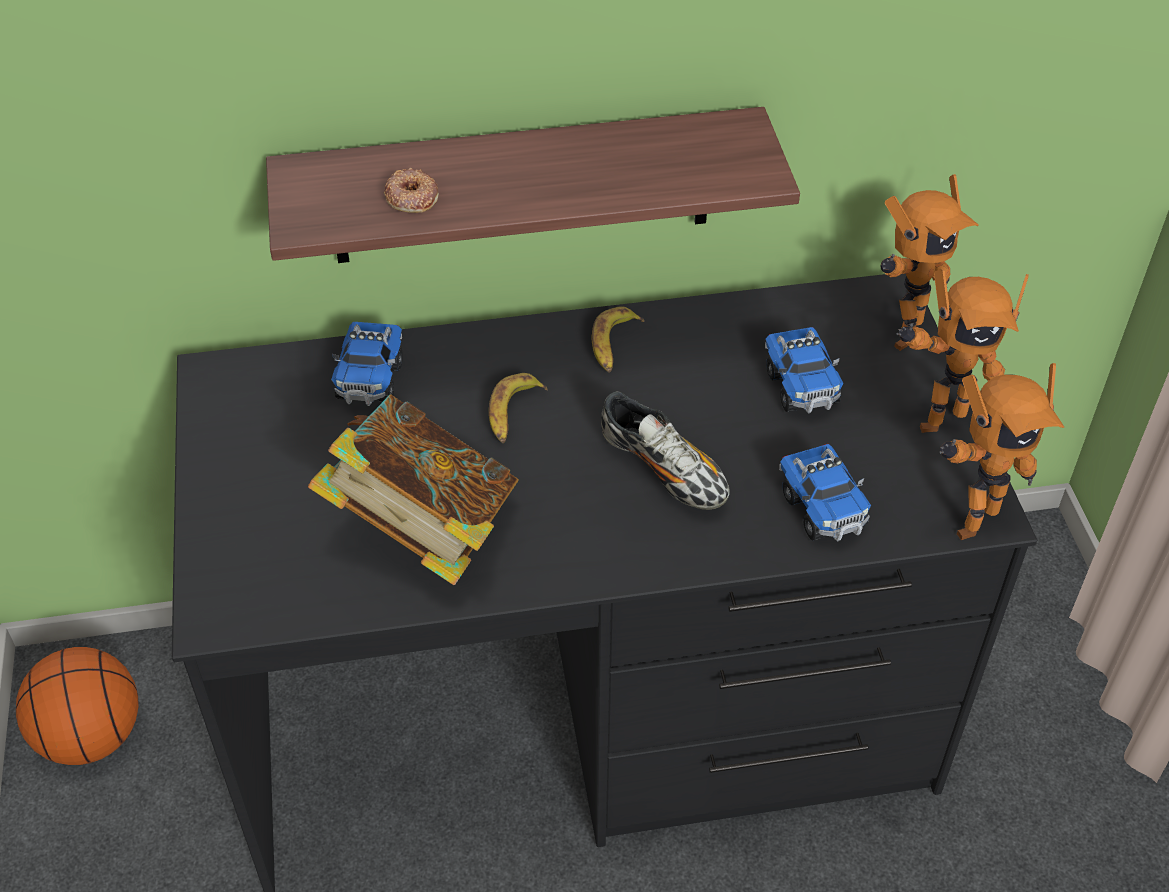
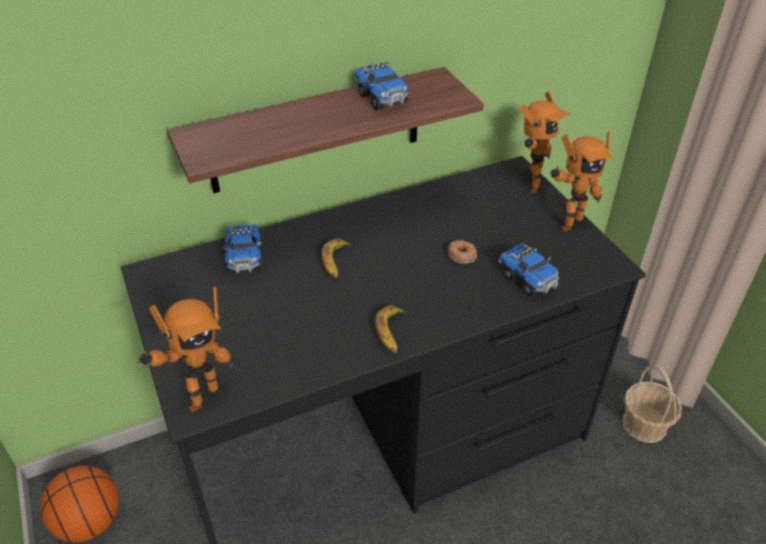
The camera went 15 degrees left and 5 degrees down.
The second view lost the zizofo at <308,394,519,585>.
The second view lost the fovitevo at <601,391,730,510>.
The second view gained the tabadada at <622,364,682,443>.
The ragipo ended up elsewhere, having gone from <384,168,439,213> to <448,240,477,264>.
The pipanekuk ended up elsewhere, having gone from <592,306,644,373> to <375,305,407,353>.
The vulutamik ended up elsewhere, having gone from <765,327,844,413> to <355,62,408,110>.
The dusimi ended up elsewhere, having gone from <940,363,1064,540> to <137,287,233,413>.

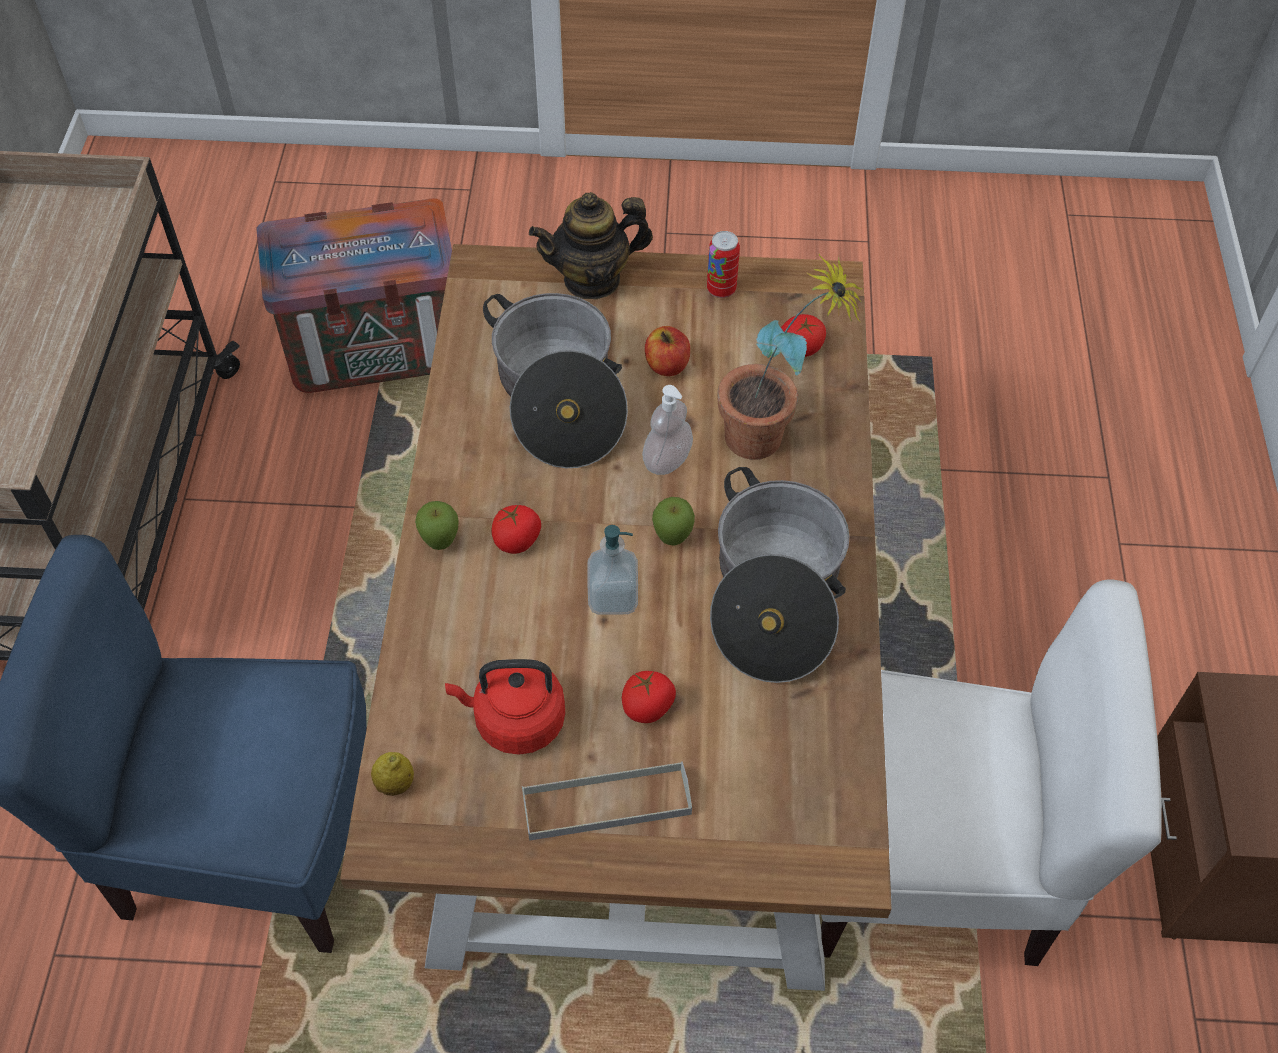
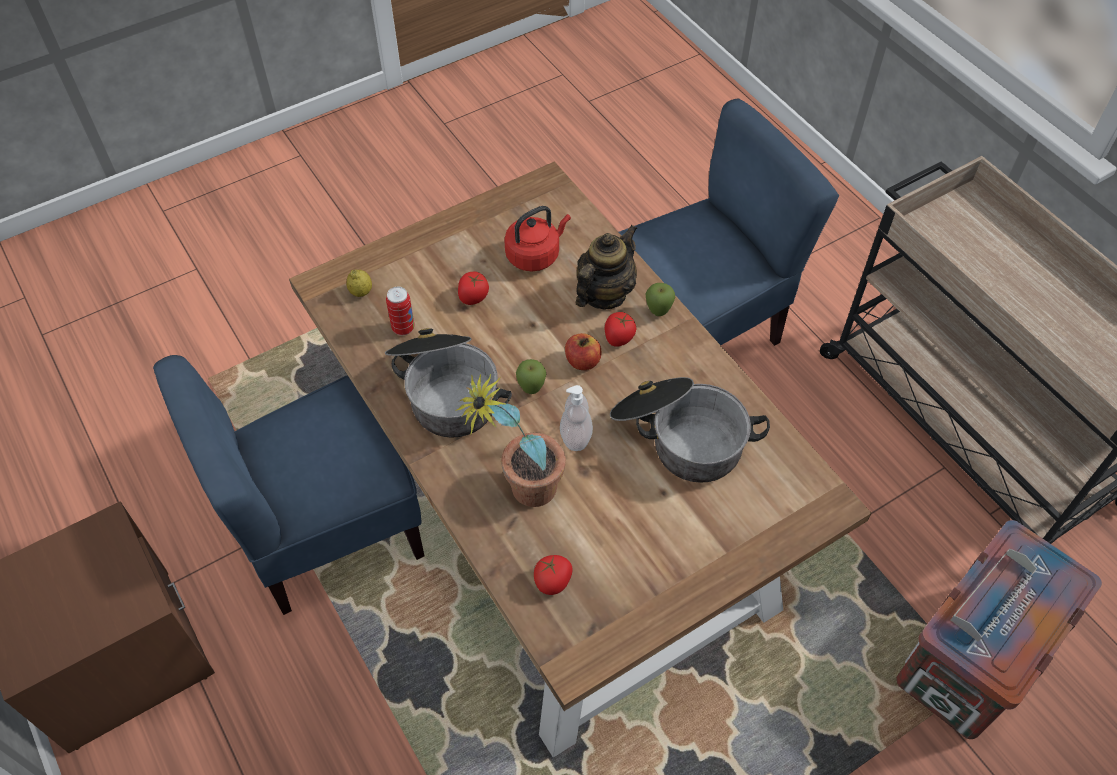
The camera went 145 degrees right and 0 degrees up.
The second view lost the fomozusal at <587,525,638,615>.
The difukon ended up elsewhere, having gone from <371,752,414,796> to <346,270,372,297>.
The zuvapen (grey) ended up elsewhere, having gone from <522,761,692,841> to <951,548,1037,642>.
The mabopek ended up elsewhere, having gone from <529,192,653,299> to <575,225,637,310>.
The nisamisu ended up elsewhere, having gone from <645,326,690,376> to <565,333,602,370>.
The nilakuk ended up elsewhere, having gone from <707,231,740,298> to <386,287,415,335>.
What was the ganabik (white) at <821,579,1162,966> turned into the ganabik (blue) at <153,355,424,615>.

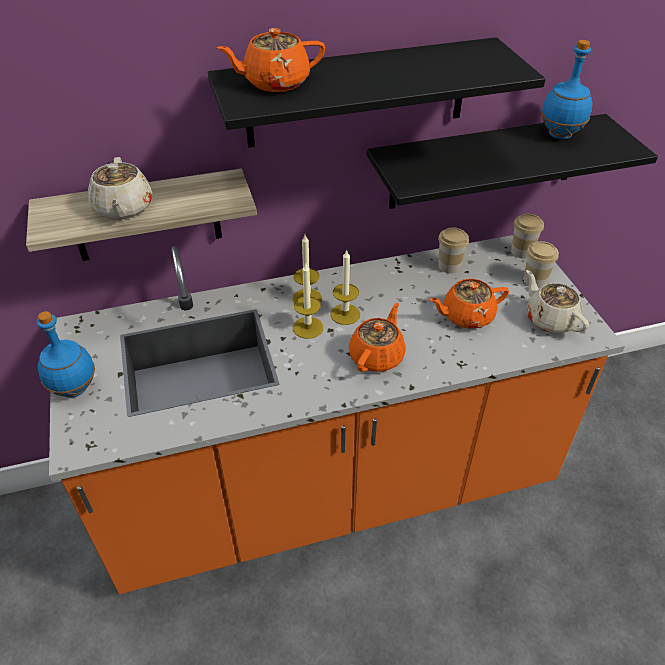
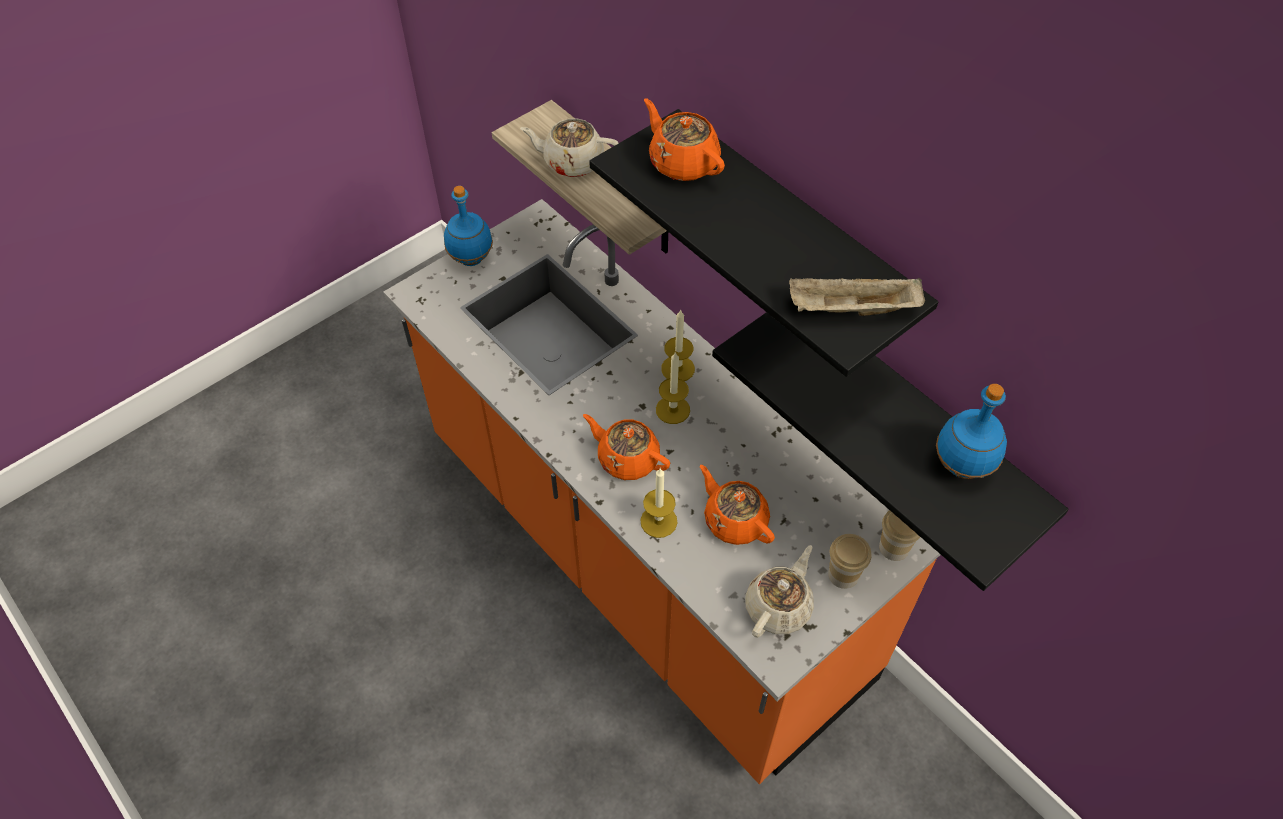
The camera went 65 degrees right and 10 degrees up.
The second view lost the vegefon at <438,227,469,274>.
The second view gained the zuvapen (beige) at <789,278,925,316>.
The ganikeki ended up elsewhere, having gone from <293,263,323,339> to <640,468,677,538>.
The mabopek (beige) at <88,157,153,220> ended up facing another way, 45 degrees clockwise from before.
The mabopek (orange) at <349,302,406,372> ended up facing another way, 150 degrees counterclockwise from before.

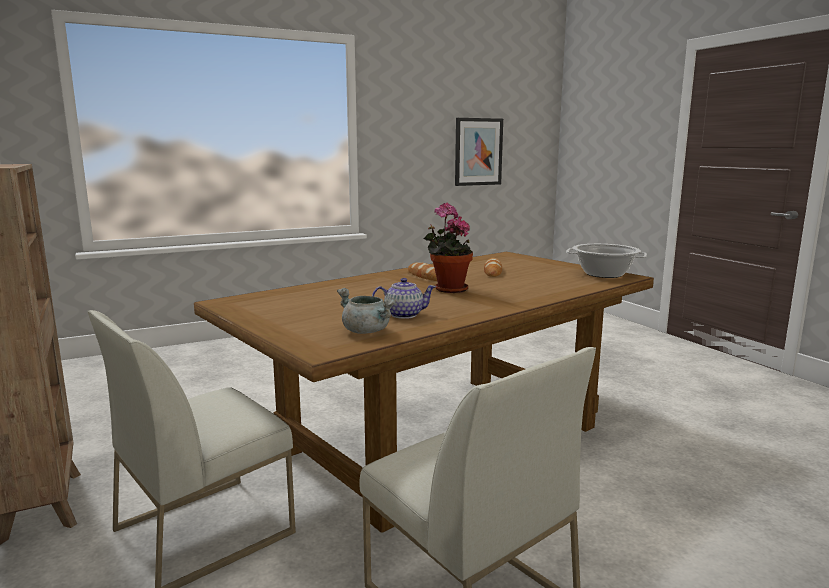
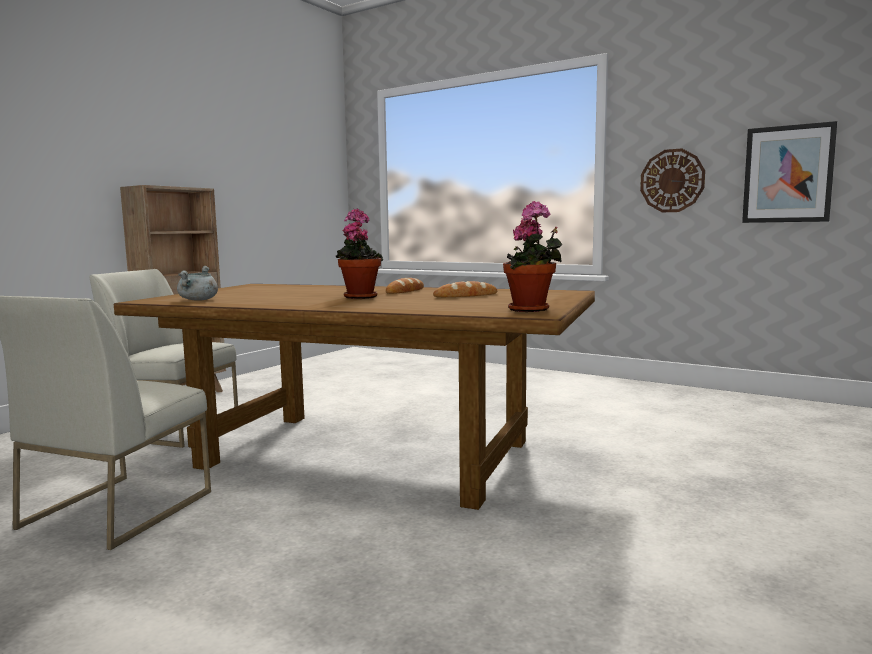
The camera went 60 degrees right and 5 degrees down.
The second view lost the mabopek at <372,278,436,319>.
The second view gained the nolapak at <640,148,705,212>.
Where the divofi stood at <566,244,647,278>, the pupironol came to stand at <503,201,562,312>.

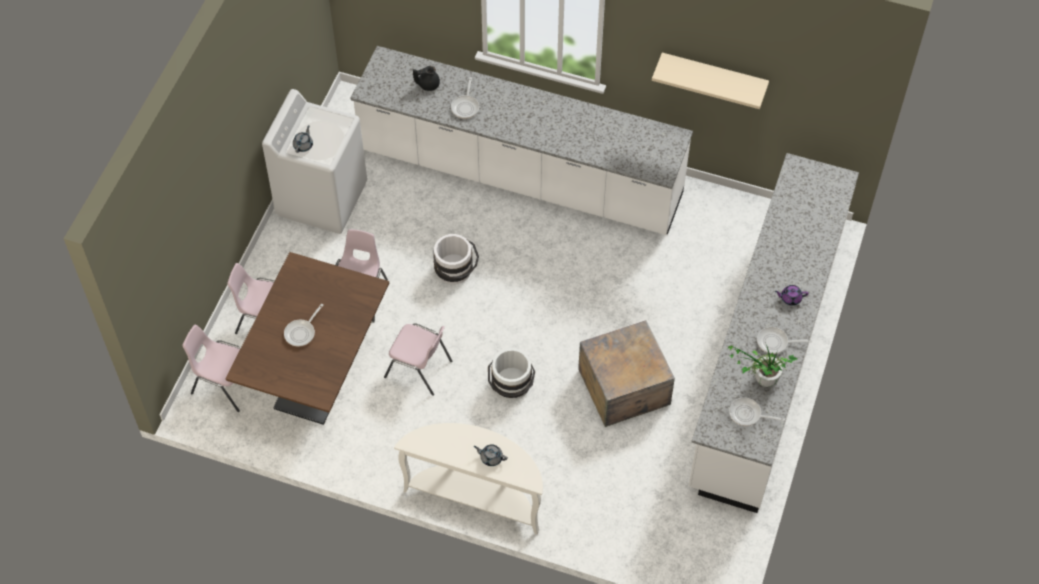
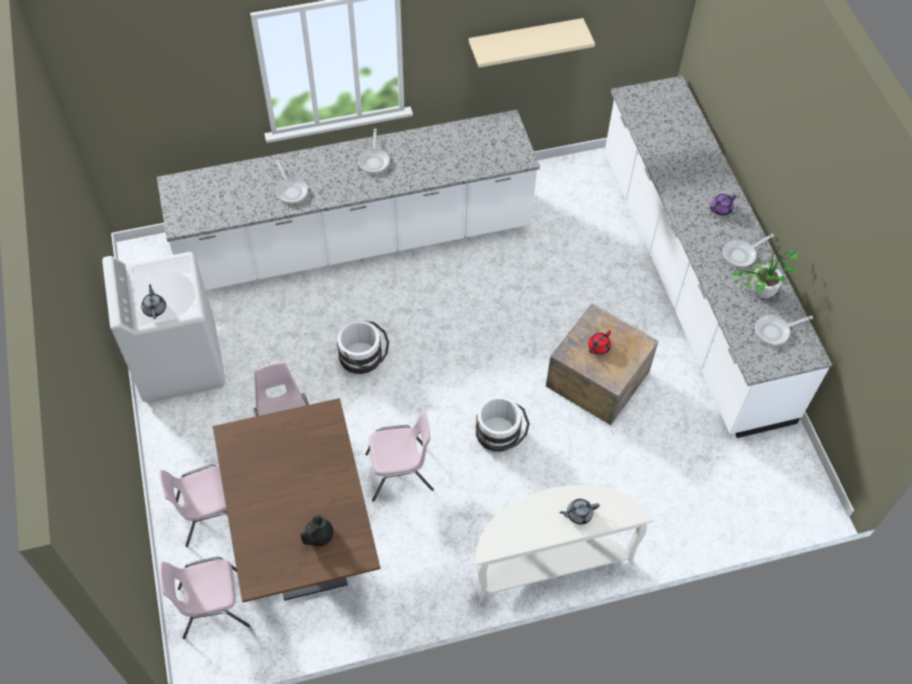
The camera went 35 degrees left and 0 degrees up.
The second view gained the mabopek (red) at <588,330,611,355>.
The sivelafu ended up elsewhere, having gone from <284,304,323,347> to <358,129,390,173>.
The mabopek (black) ended up elsewhere, having gone from <413,66,440,91> to <300,515,333,546>.

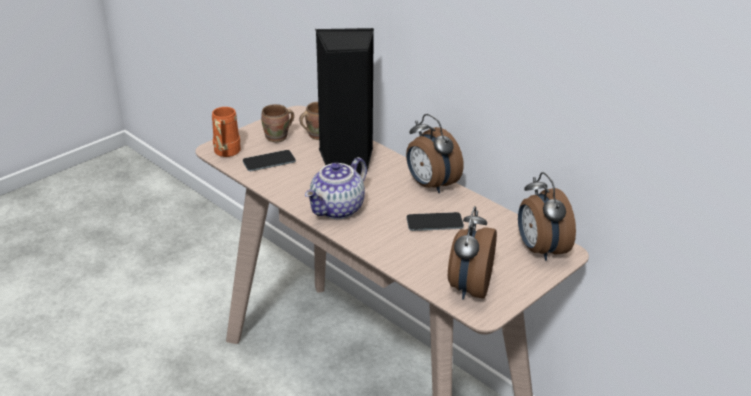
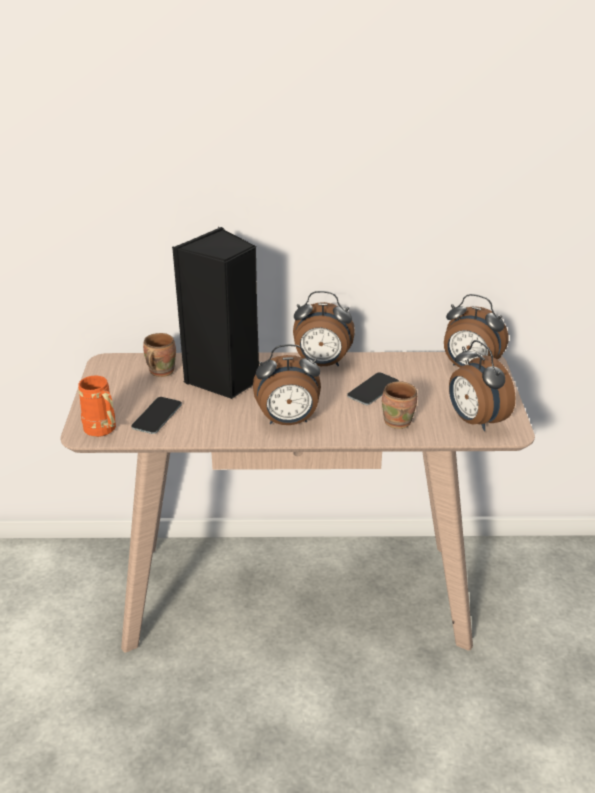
The camera went 45 degrees left and 0 degrees up.
The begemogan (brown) ended up elsewhere, having gone from <261,104,294,142> to <382,381,417,429>.
Where the mabopek stood at <305,157,367,219>, the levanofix came to stand at <253,344,321,425>.

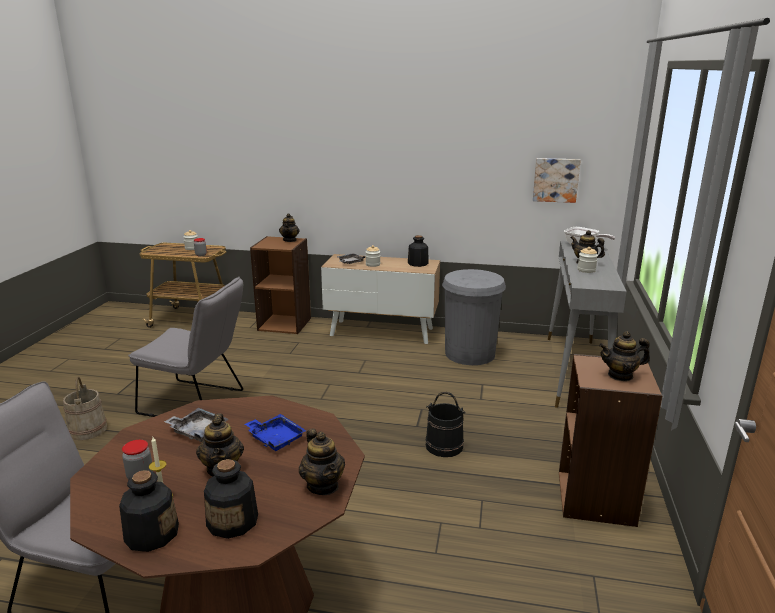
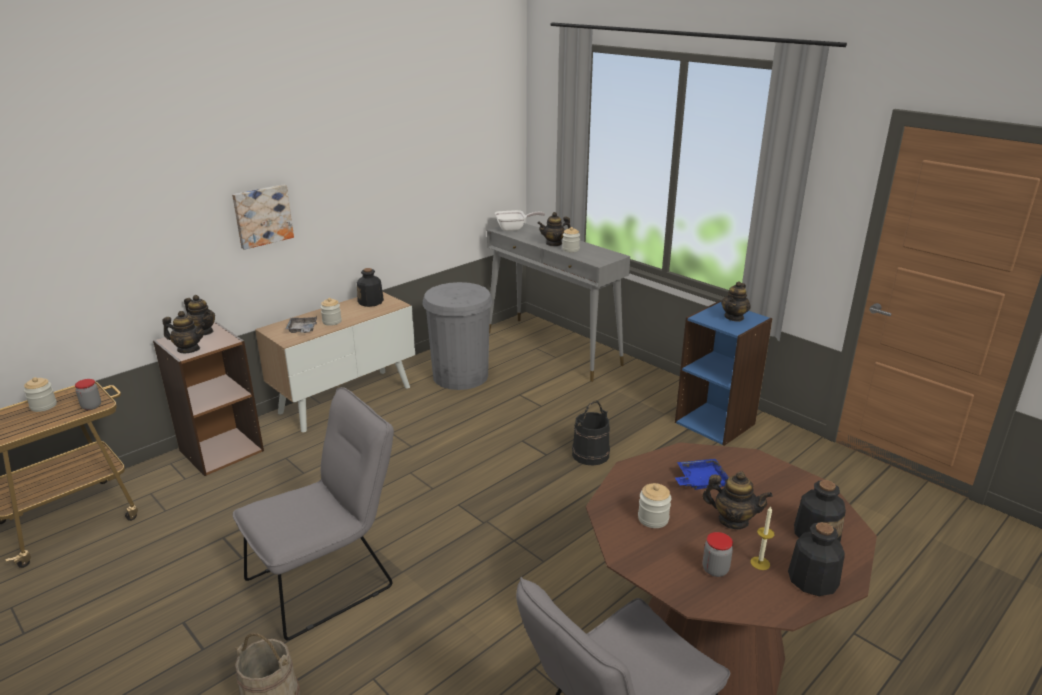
The camera went 55 degrees left and 5 degrees up.
The mabopek ended up elsewhere, having gone from <299,429,345,495> to <162,311,205,353>.
The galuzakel ended up elsewhere, having gone from <533,158,581,203> to <232,184,294,250>.
Where the zuvapen (grey) stood at <164,408,229,442>, the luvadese came to stand at <638,483,671,528>.
What was the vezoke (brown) at <559,354,662,527> turned into the vezoke (blue) at <675,301,772,446>.

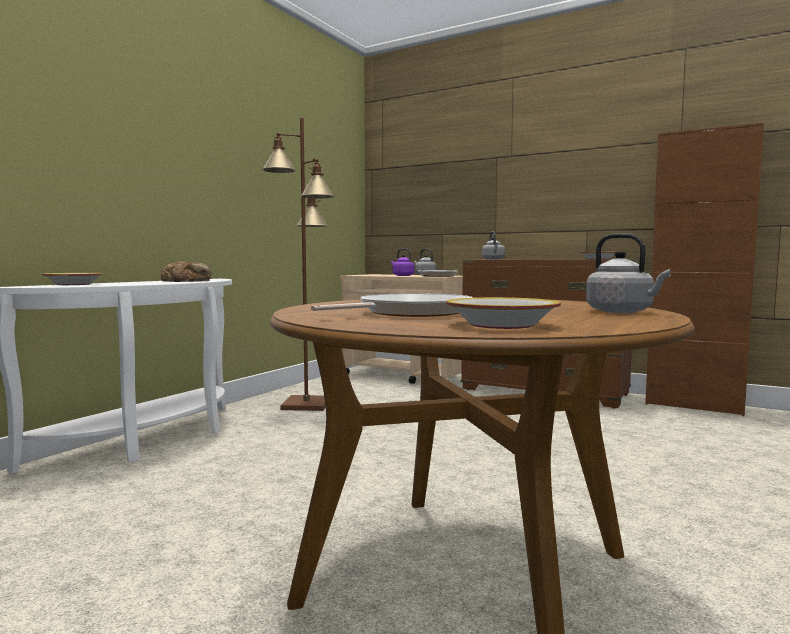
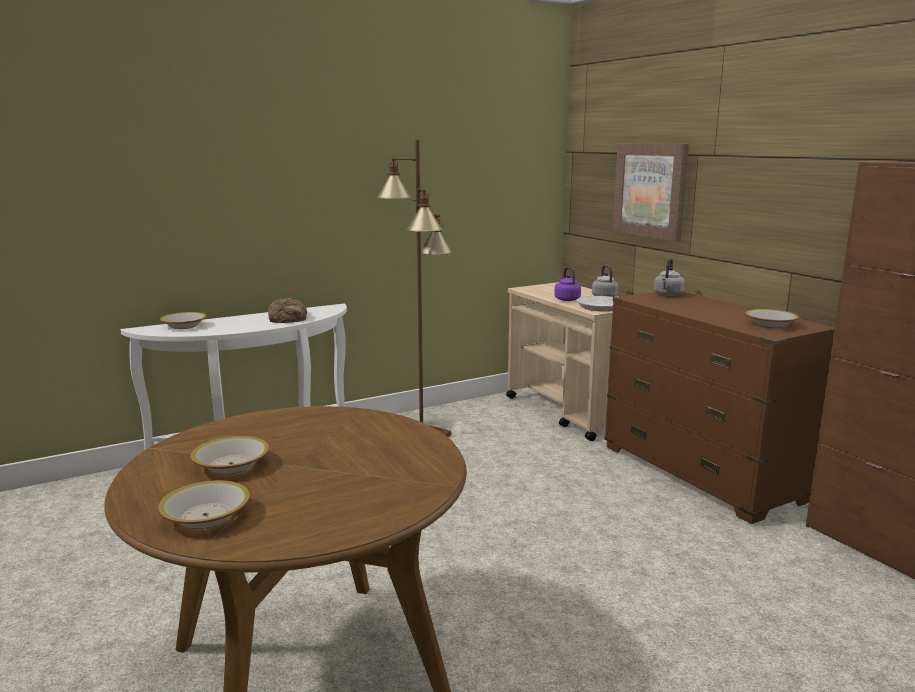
The camera went 30 degrees right and 10 degrees up.
The second view lost the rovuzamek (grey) at <586,233,671,313>.
The second view gained the galuzakel at <613,143,689,241>.
Where the sivelafu stood at <311,293,473,317>, the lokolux came to stand at <190,436,269,474>.

